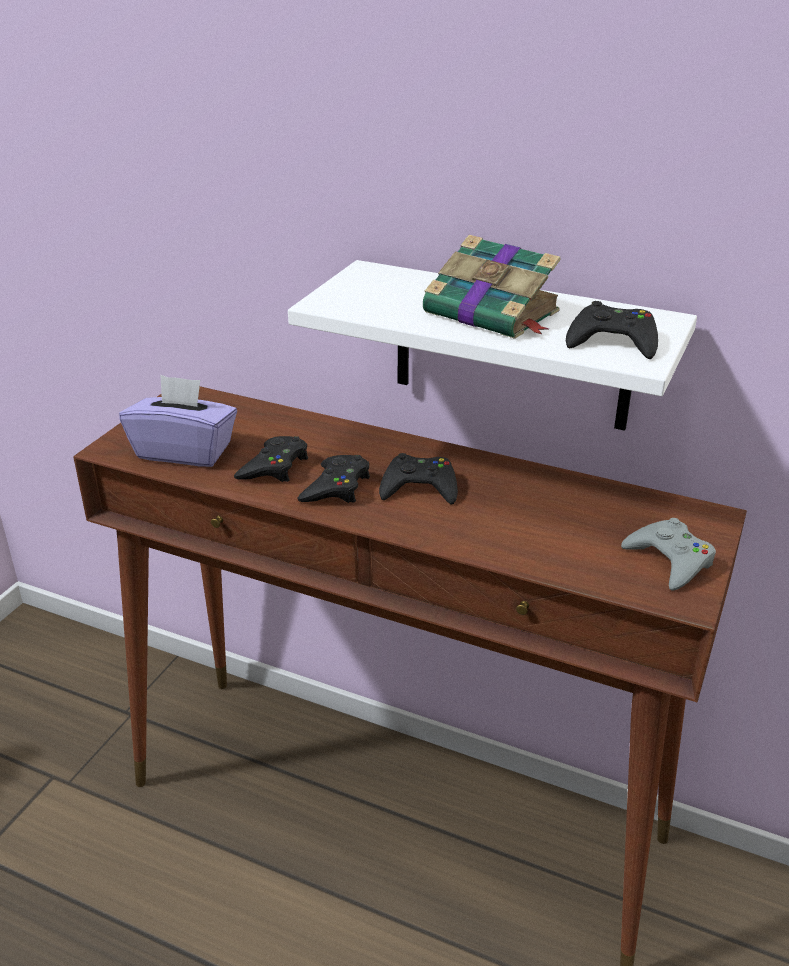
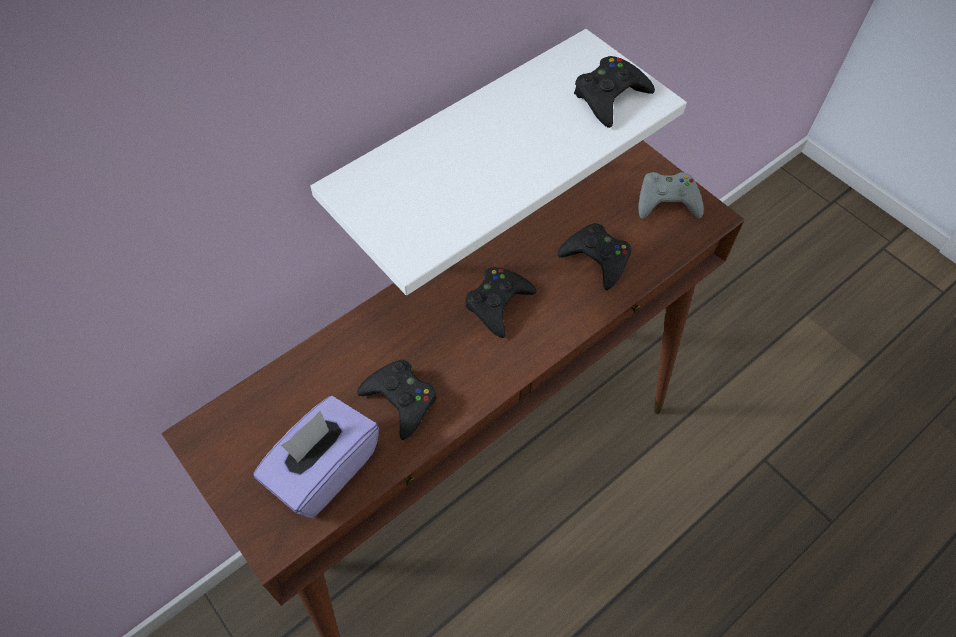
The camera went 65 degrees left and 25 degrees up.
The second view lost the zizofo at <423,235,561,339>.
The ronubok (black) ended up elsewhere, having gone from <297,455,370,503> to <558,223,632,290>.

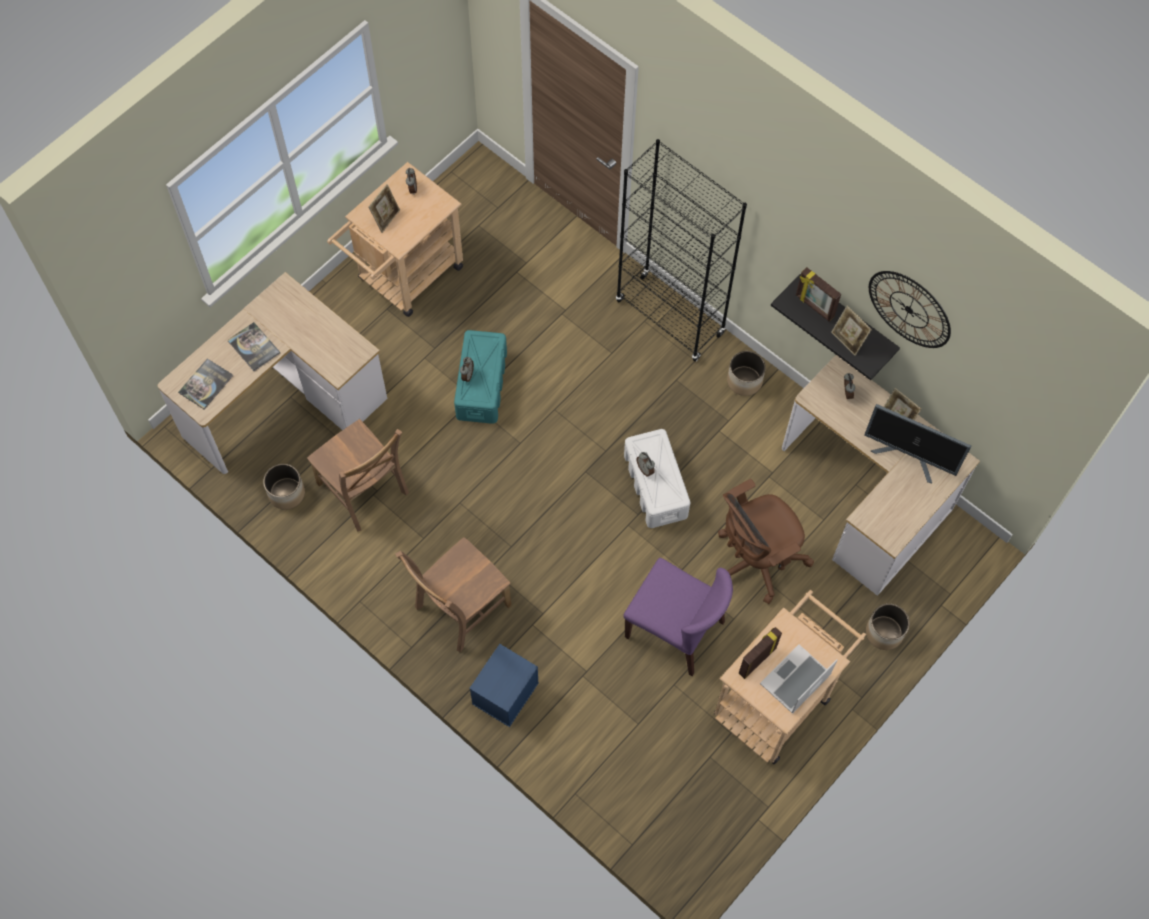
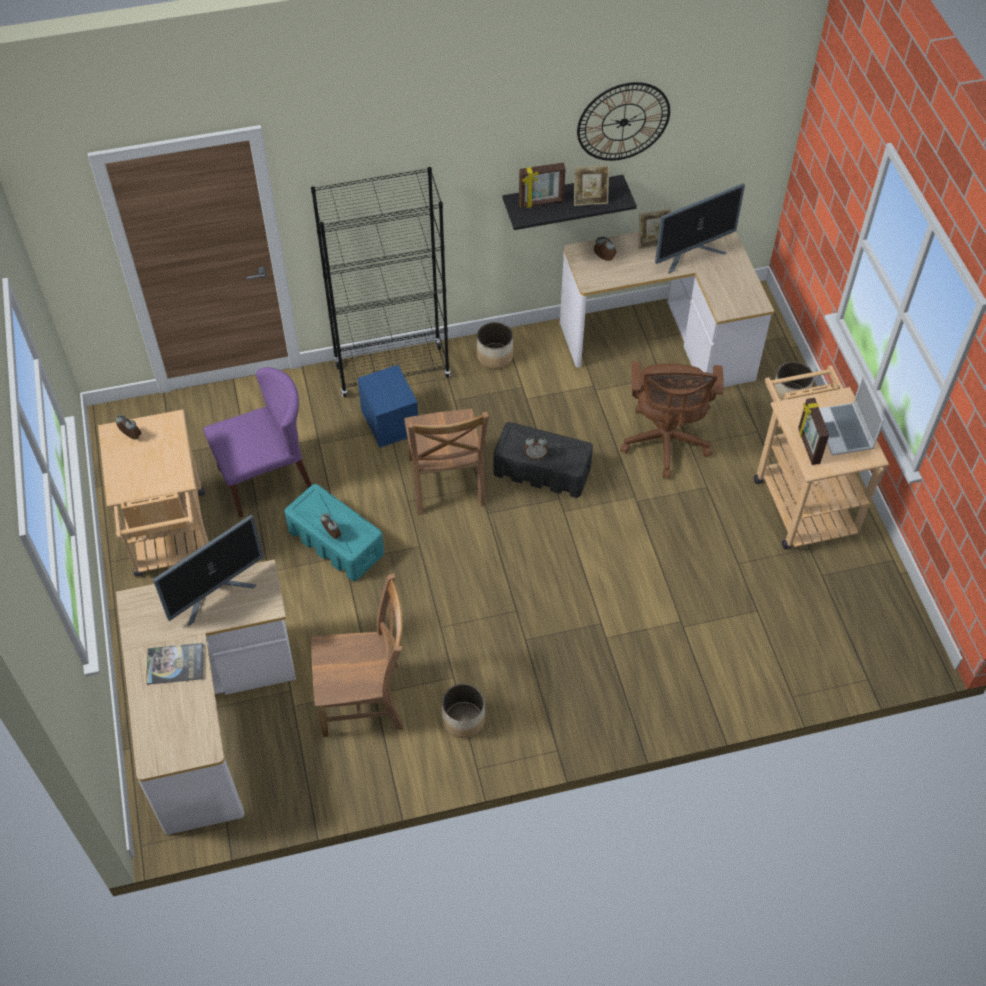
The camera went 55 degrees left and 10 degrees down.
The second view lost the zizofo at <178,359,233,410>.
The second view lost the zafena at <368,184,400,233>.
The second view gained the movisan at <153,515,263,626>.
The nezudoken ended up elsewhere, having gone from <263,464,305,510> to <442,683,485,738>.
The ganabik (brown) ended up elsewhere, having gone from <395,537,511,653> to <404,409,489,515>.
The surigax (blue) ended up elsewhere, having gone from <469,644,539,727> to <357,365,418,448>.
The ganabik (purple) ended up elsewhere, having gone from <623,558,733,676> to <204,367,312,518>.
What was the surigax (white) at <624,429,690,528> turned into the surigax (black) at <494,422,593,498>.

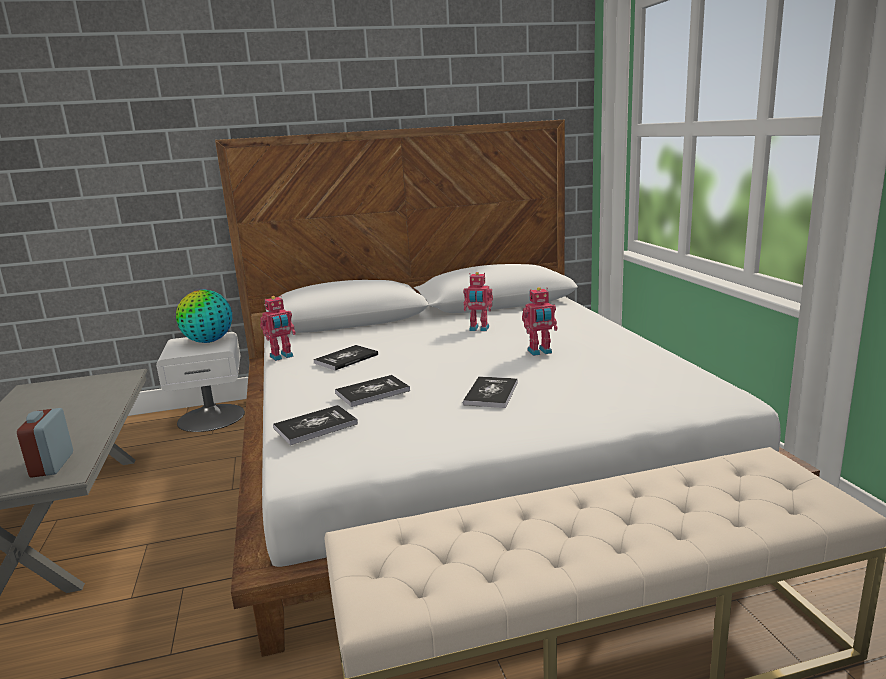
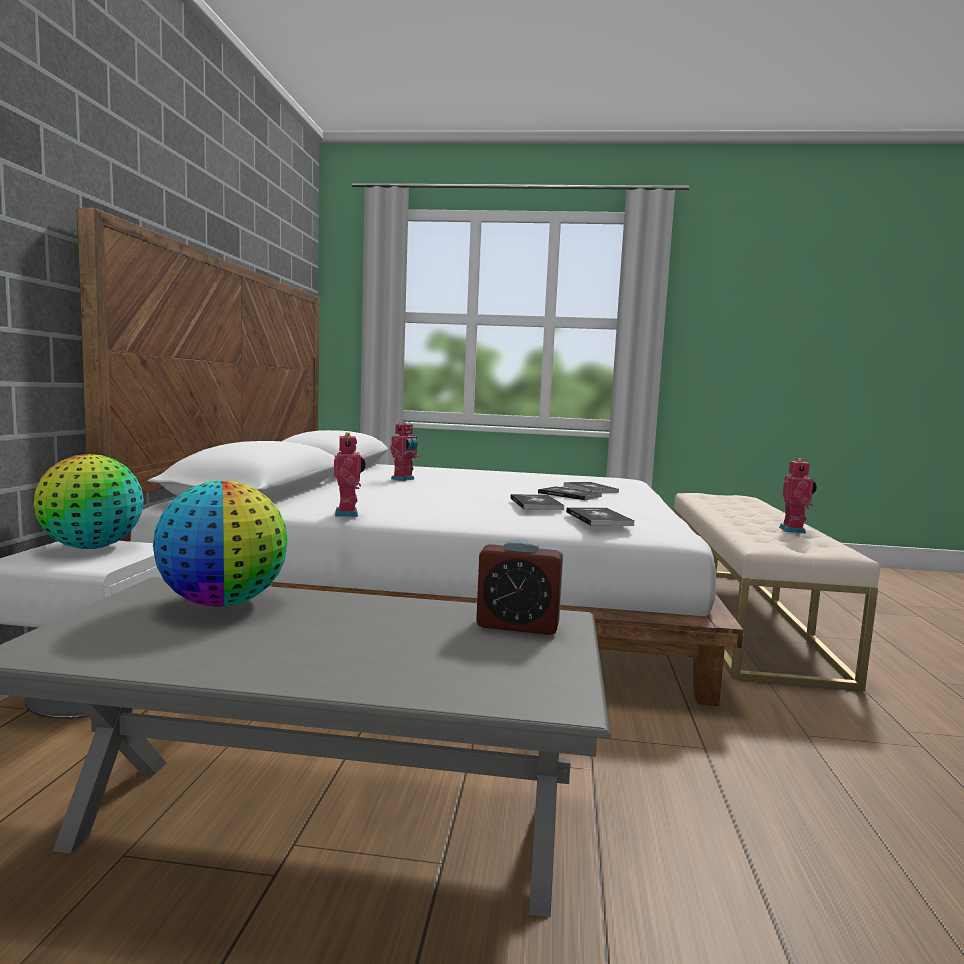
The camera went 70 degrees left and 10 degrees down.
The second view gained the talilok at <153,481,288,607>.
The zizofo ended up elsewhere, having gone from <313,345,378,371> to <564,482,619,493>.
The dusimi ended up elsewhere, having gone from <522,287,558,356> to <779,458,817,533>.

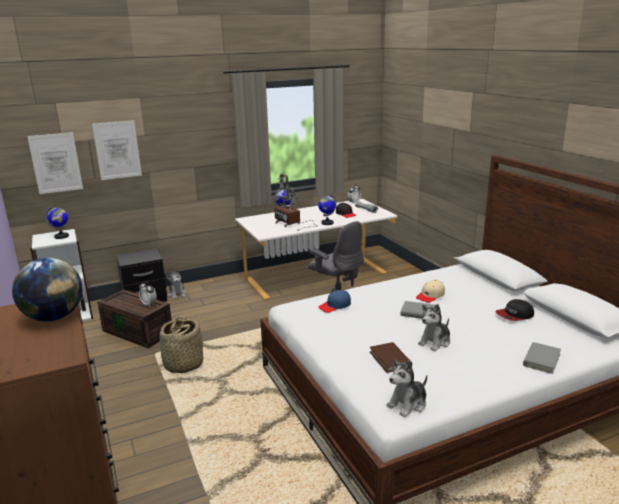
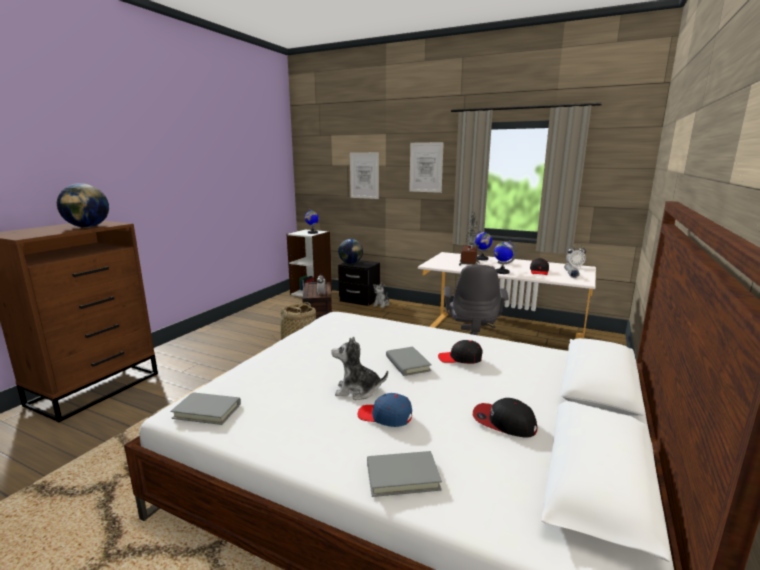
The camera went 50 degrees right and 5 degrees down.
The second view lost the zizofo (brown) at <370,342,412,373>.
The second view gained the talilok at <338,239,363,264>.
The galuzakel ended up elsewhere, having gone from <27,132,83,194> to <409,142,444,193>.
The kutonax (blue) ended up elsewhere, having gone from <318,290,351,313> to <358,393,412,427>.
Where the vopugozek stood at <386,359,427,417>, the zizofo (grey) came to stand at <170,392,241,425>.
What was the kutonax (beige) at <416,280,445,303> turned into the kutonax (black) at <438,340,483,364>.

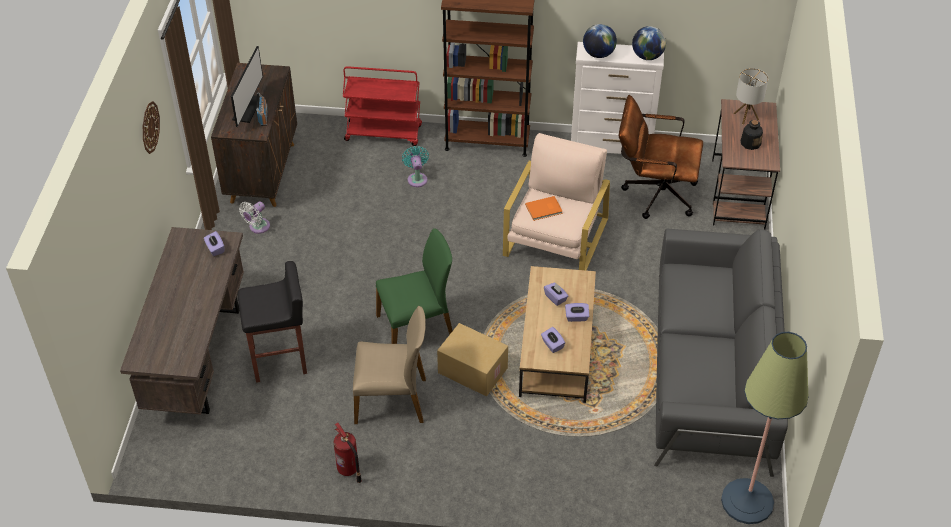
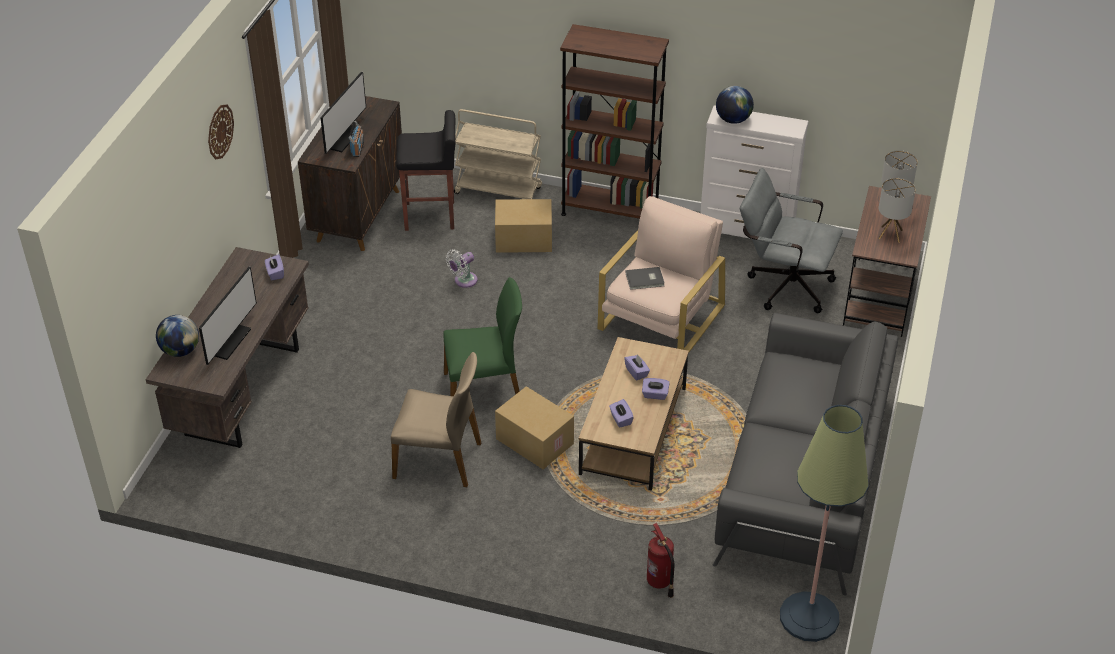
The camera went 10 degrees right and 5 degrees down.
The second view gained the movisan at <199,267,257,365>.
The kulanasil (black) ended up elsewhere, having gone from <237,261,307,383> to <396,110,456,231>.
The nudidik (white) ended up elsewhere, having gone from <239,201,270,234> to <446,249,478,288>.
The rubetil ended up elsewhere, having gone from <334,423,362,483> to <647,523,675,598>.
The talilok ended up elsewhere, having gone from <632,26,666,60> to <156,315,199,357>.
Where the nudidik (turquoise) stood at <402,146,429,187>, the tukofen came to stand at <495,199,552,253>.
Where the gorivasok stood at <741,120,763,150>, the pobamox came to stand at <878,178,916,243>.
What was the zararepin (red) at <343,66,422,146> turned into the zararepin (beige) at <454,109,542,199>.
What was the zizofo (orange) at <525,196,563,221> turned into the zizofo (grey) at <625,267,665,290>.
What was the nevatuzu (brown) at <619,95,703,219> turned into the nevatuzu (grey) at <740,168,843,313>.

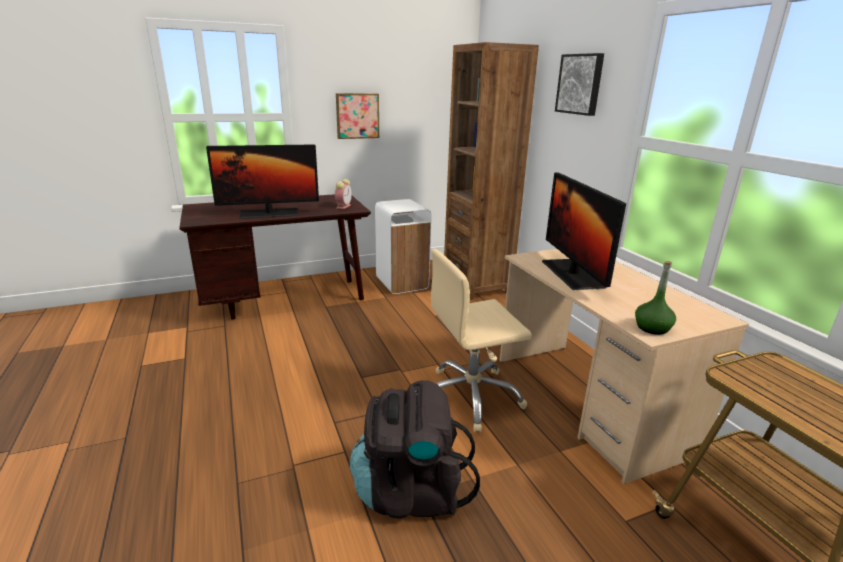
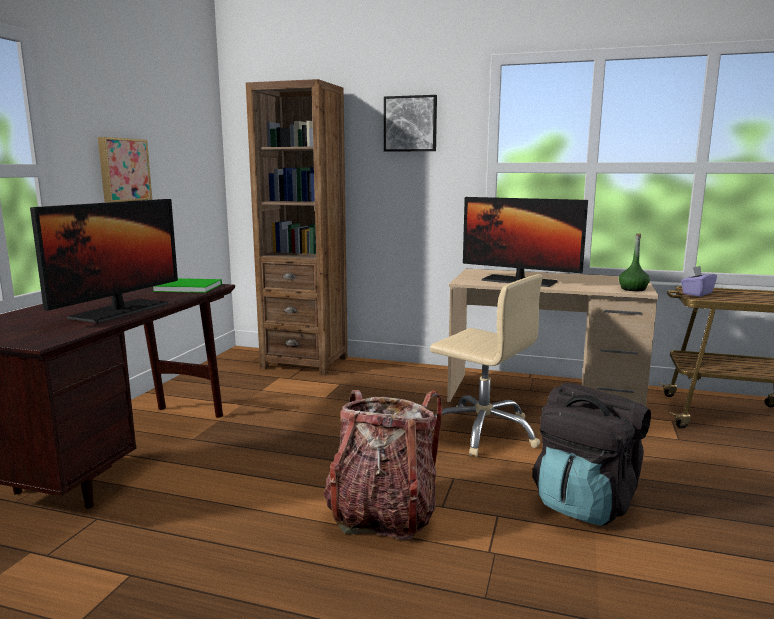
The camera went 50 degrees left and 10 degrees down.
The second view lost the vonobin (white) at <375,199,431,294>.
The second view gained the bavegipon at <323,390,443,540>.
The second view gained the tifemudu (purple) at <681,266,717,297>.
Where the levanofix stood at <335,179,352,209>, the zizofo (green) came to stand at <153,278,222,293>.
The nevatuzu (beige) at <431,249,532,432> ended up facing another way, 75 degrees counterclockwise from before.

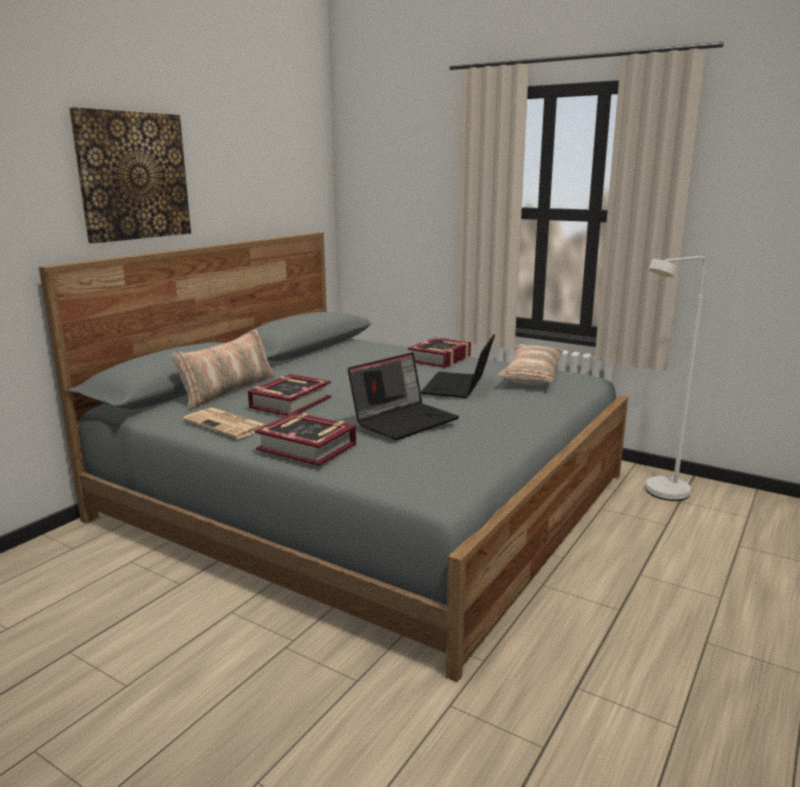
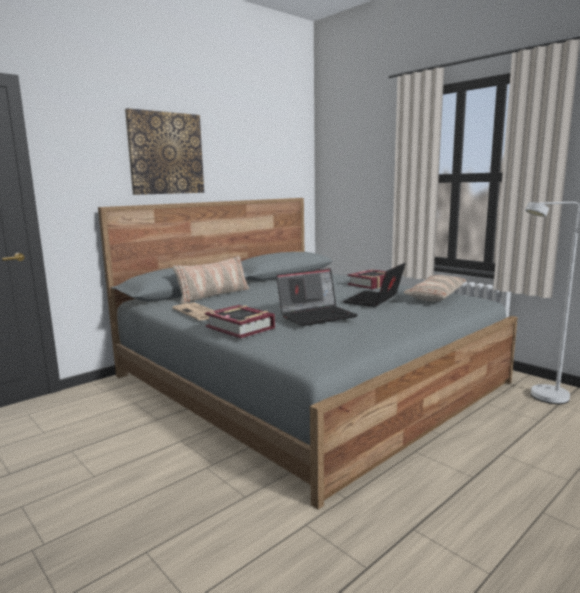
The camera went 15 degrees right and 5 degrees down.
The second view lost the zizofo at <248,374,331,416>.

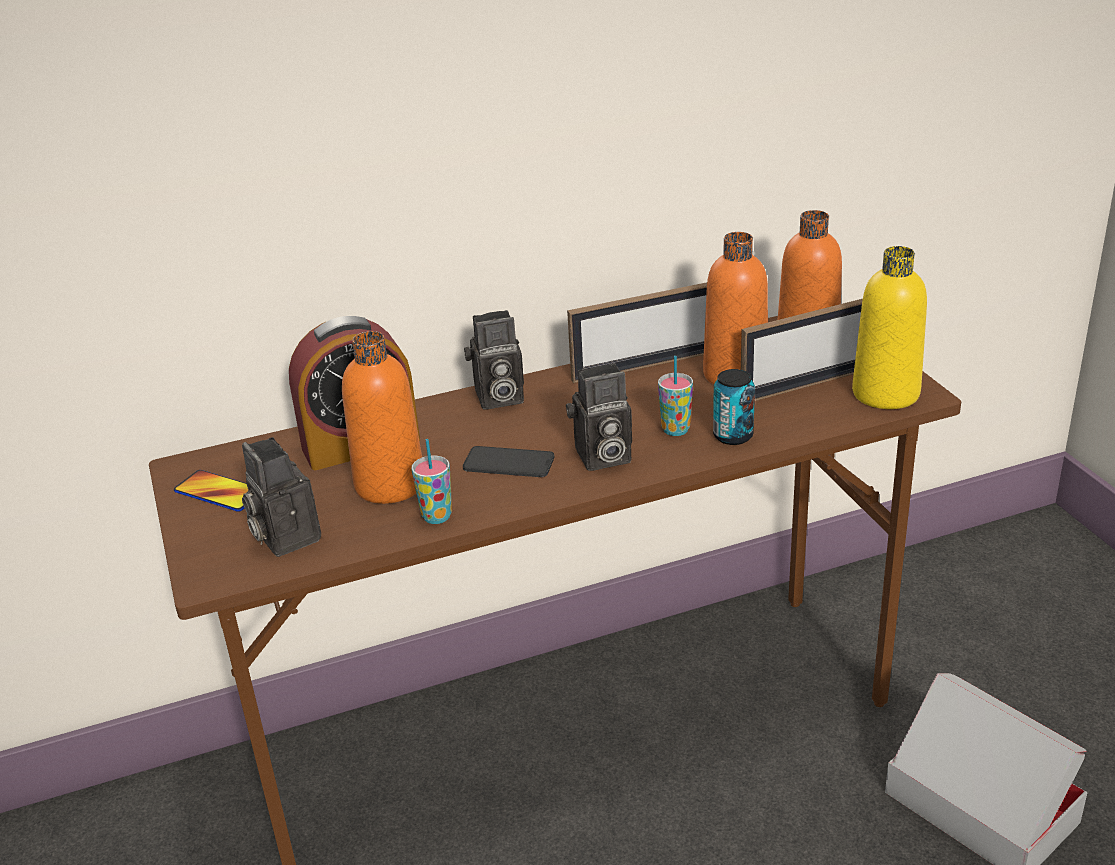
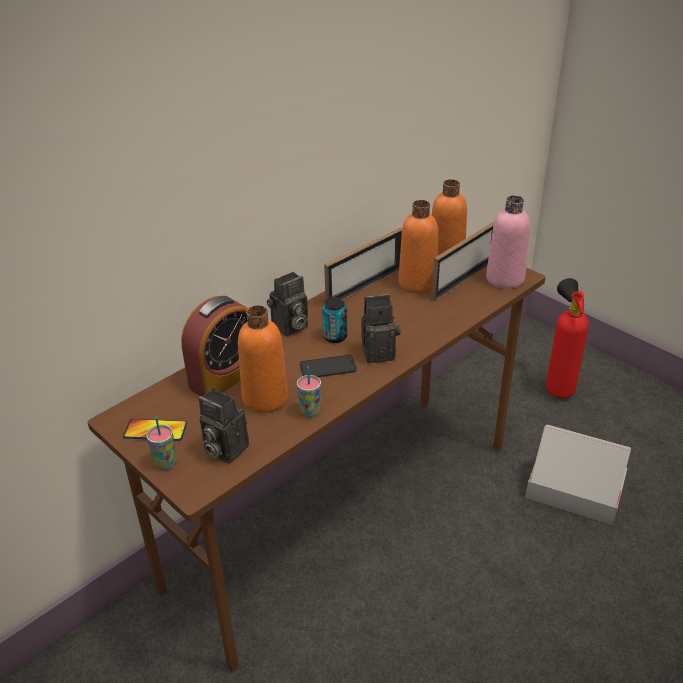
The camera went 25 degrees left and 5 degrees up.
The second view gained the rubetil at <546,278,589,398>.
The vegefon ended up elsewhere, having gone from <658,356,693,436> to <146,417,176,470>.
The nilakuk ended up elsewhere, having gone from <713,369,755,445> to <322,297,347,343>.
What was the gorivasok (yellow) at <852,246,927,409> turned into the gorivasok (pink) at <486,195,530,289>.
The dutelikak at <566,363,632,471> ended up facing another way, 150 degrees counterclockwise from before.

